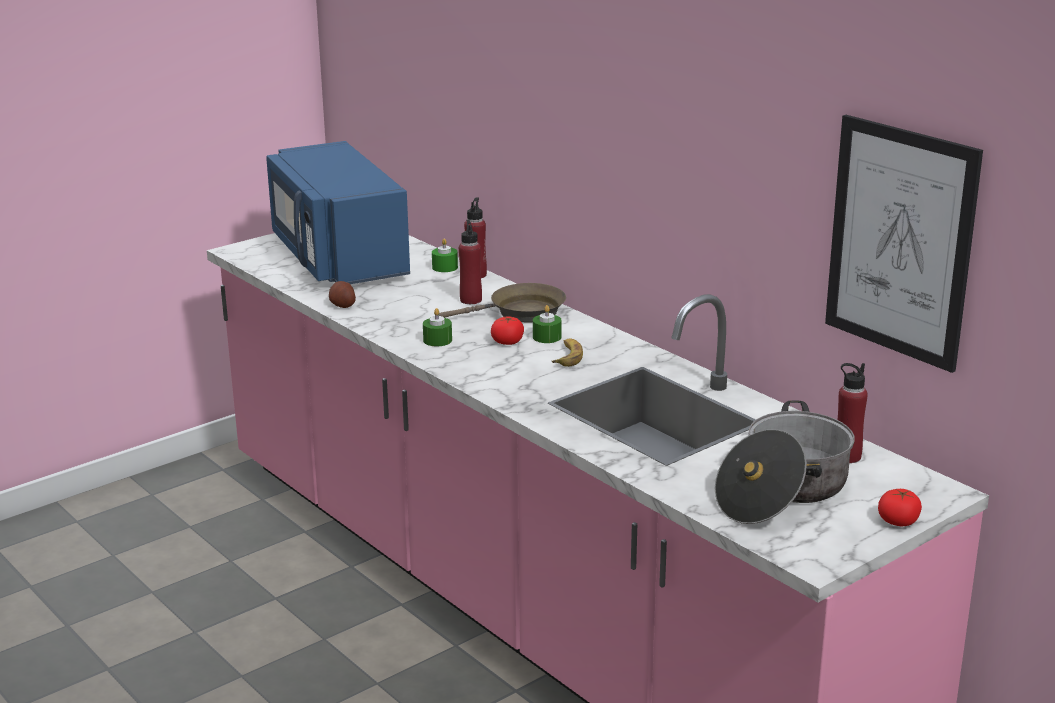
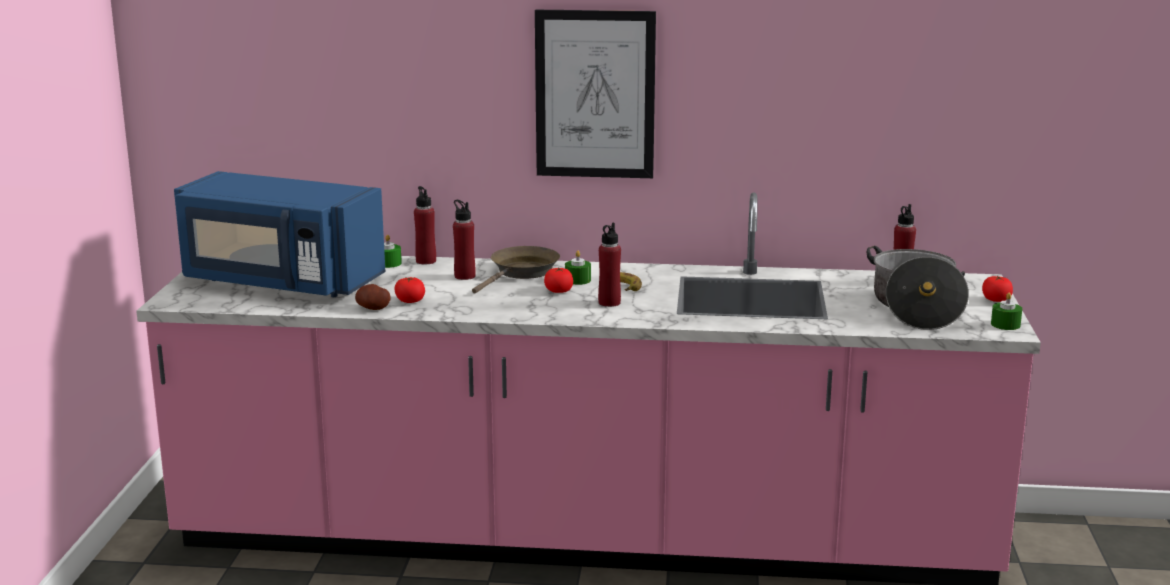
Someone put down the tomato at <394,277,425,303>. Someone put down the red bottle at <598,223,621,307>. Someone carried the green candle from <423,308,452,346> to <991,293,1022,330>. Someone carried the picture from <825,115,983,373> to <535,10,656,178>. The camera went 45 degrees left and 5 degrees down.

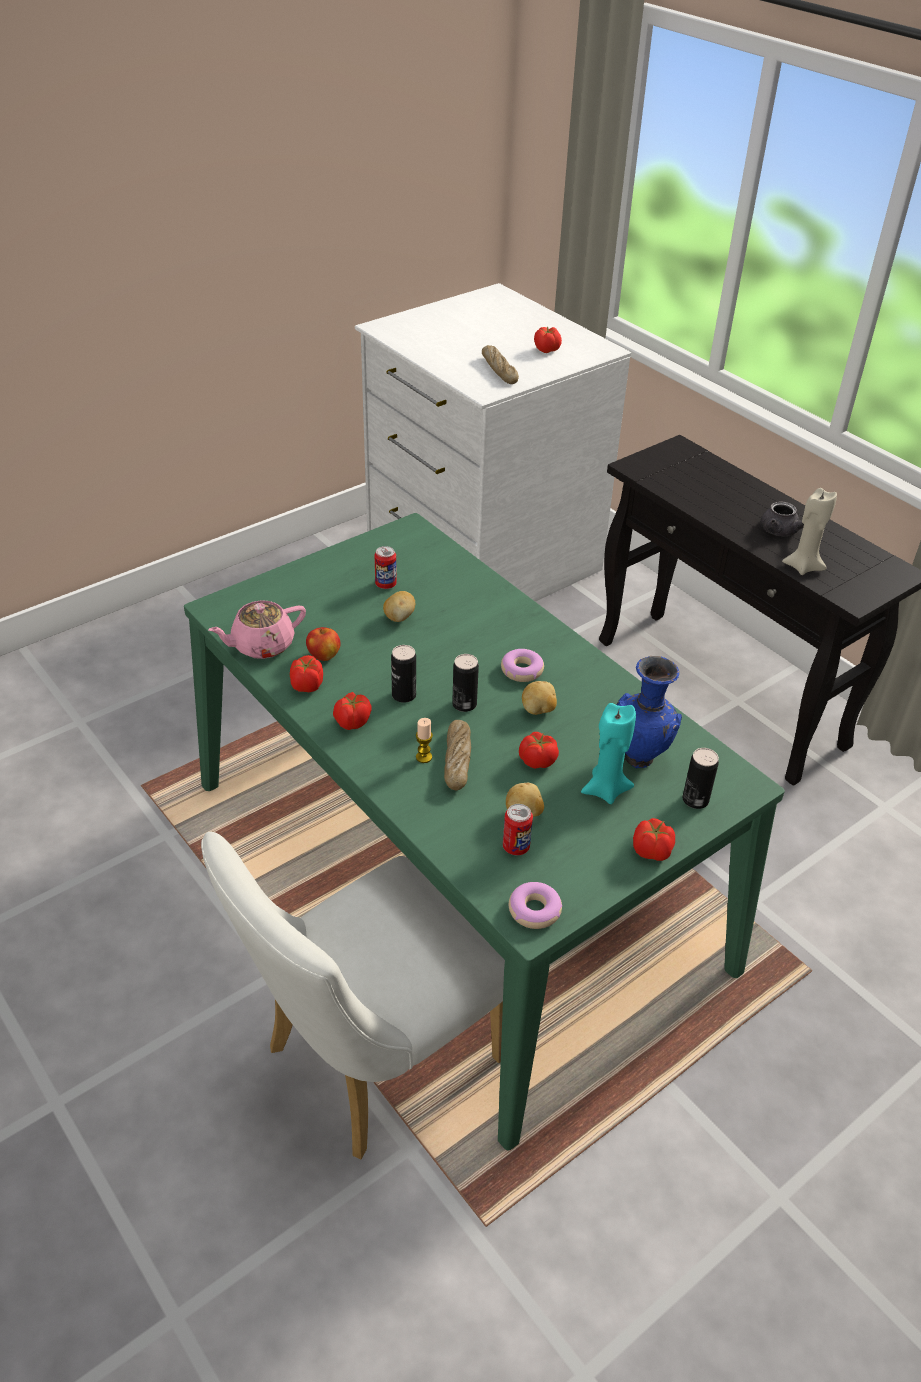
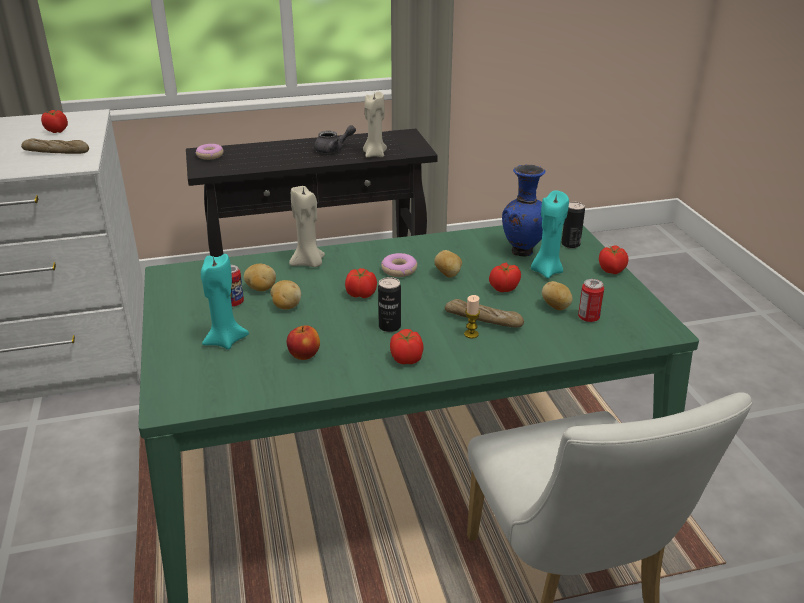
Someone took away the pink teapot at <208,600,306,659>. Someone took away the can at <452,654,479,712>. Someone put down the turquoise candle at <201,254,249,350>. Someone put down the potato at <244,264,276,291>. Someone put down the beige candle at <289,186,325,267>. Someone carried the tomato from <290,655,323,692> to <345,268,377,298>. Someone carried the donut from <509,882,562,929> to <196,144,224,160>. The camera went 65 degrees left and 10 degrees down.

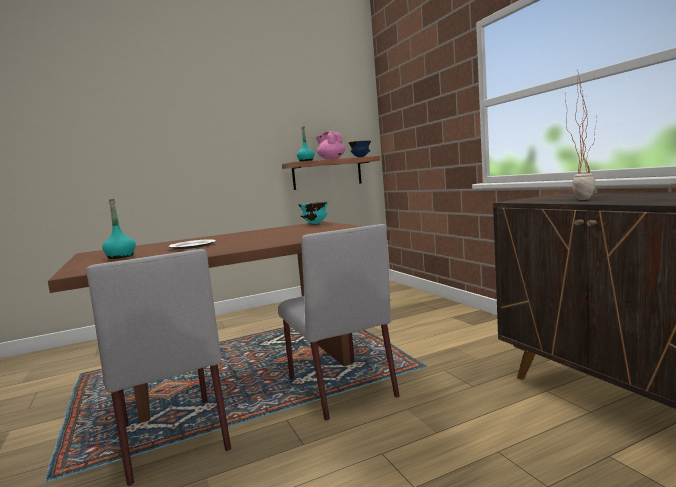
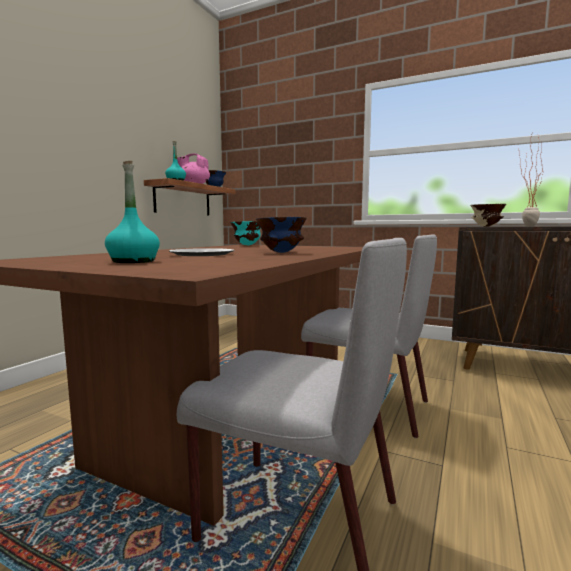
Someone put down the blue bowl at <256,217,307,253>. Someone put down the beige bowl at <470,204,506,227>. The camera went 40 degrees left and 0 degrees up.

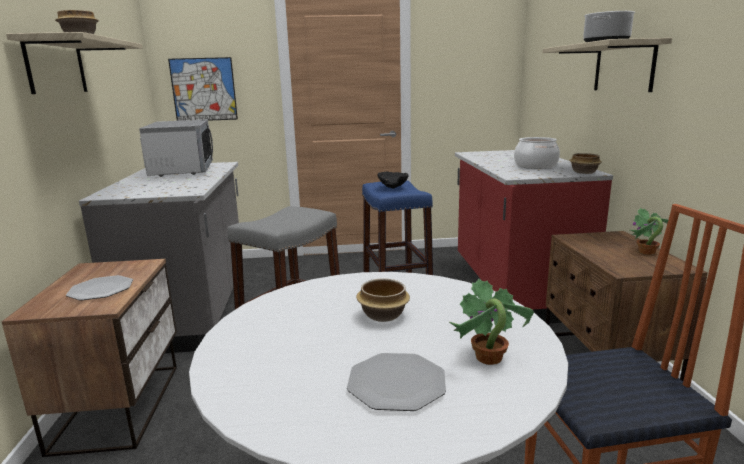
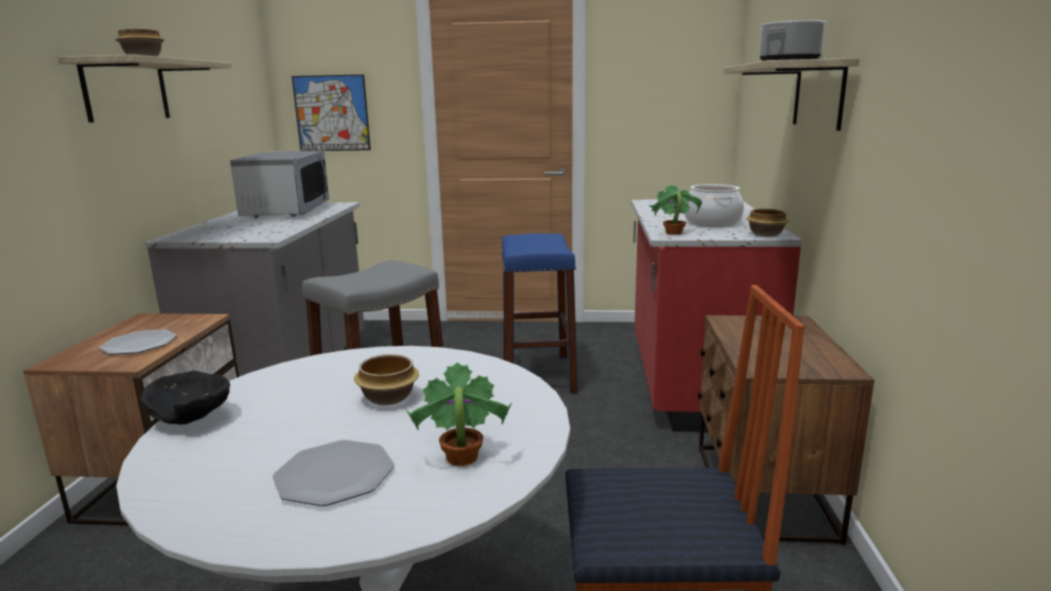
Someone carried the black bowl from <378,171,409,189> to <140,371,230,425>. Someone carried the potted plant from <630,208,669,255> to <649,184,702,235>. The camera went 10 degrees right and 0 degrees up.

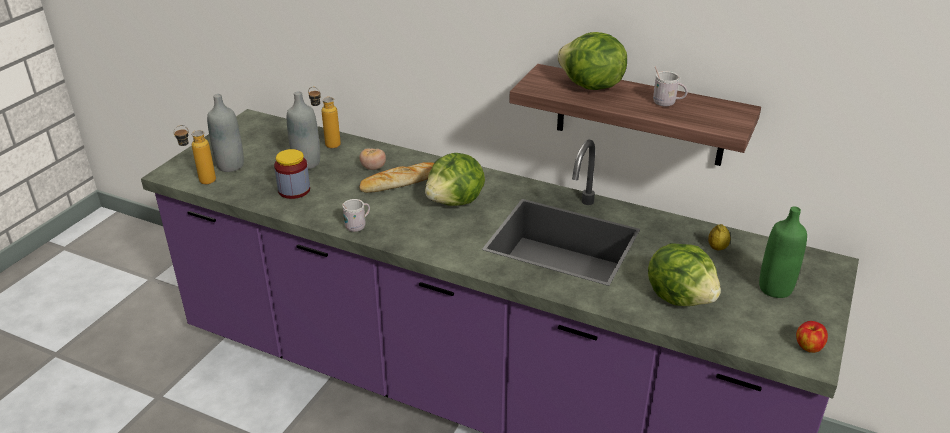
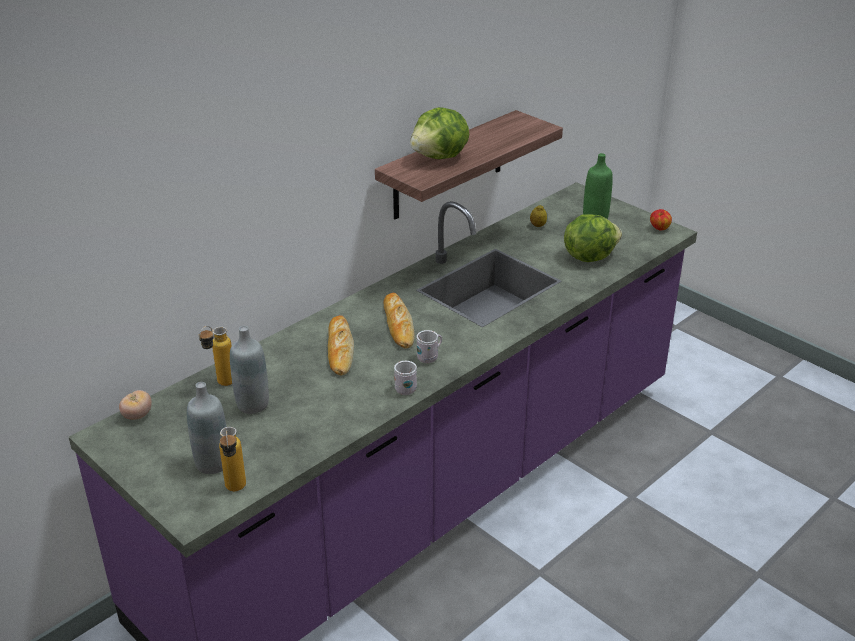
Someone took away the jar at <274,149,310,199>. Someone carried the tomato from <359,148,386,170> to <119,390,152,420>. Someone carried the white mug from <653,66,688,106> to <417,330,442,363>. Someone swapped the lettuce at <425,153,485,206> for the bread at <384,293,415,348>. The camera went 70 degrees left and 0 degrees up.

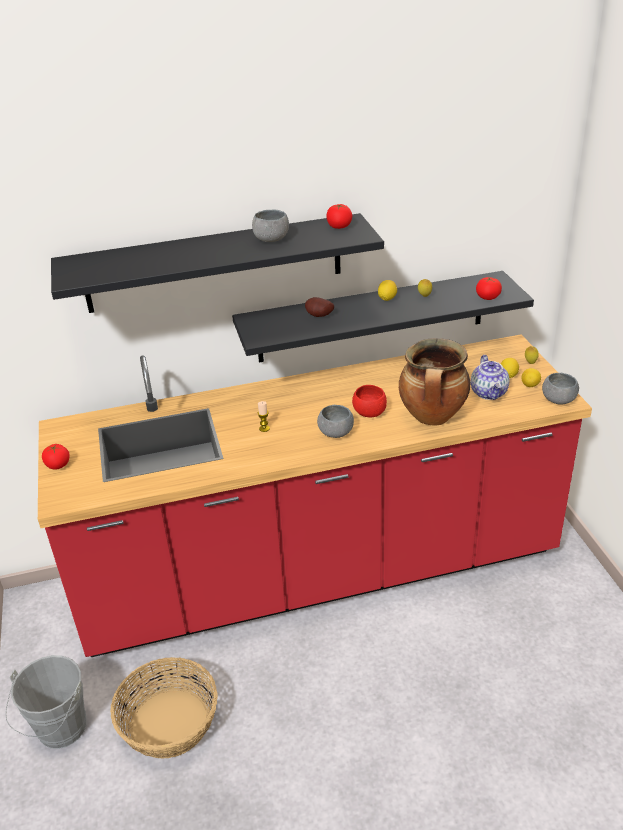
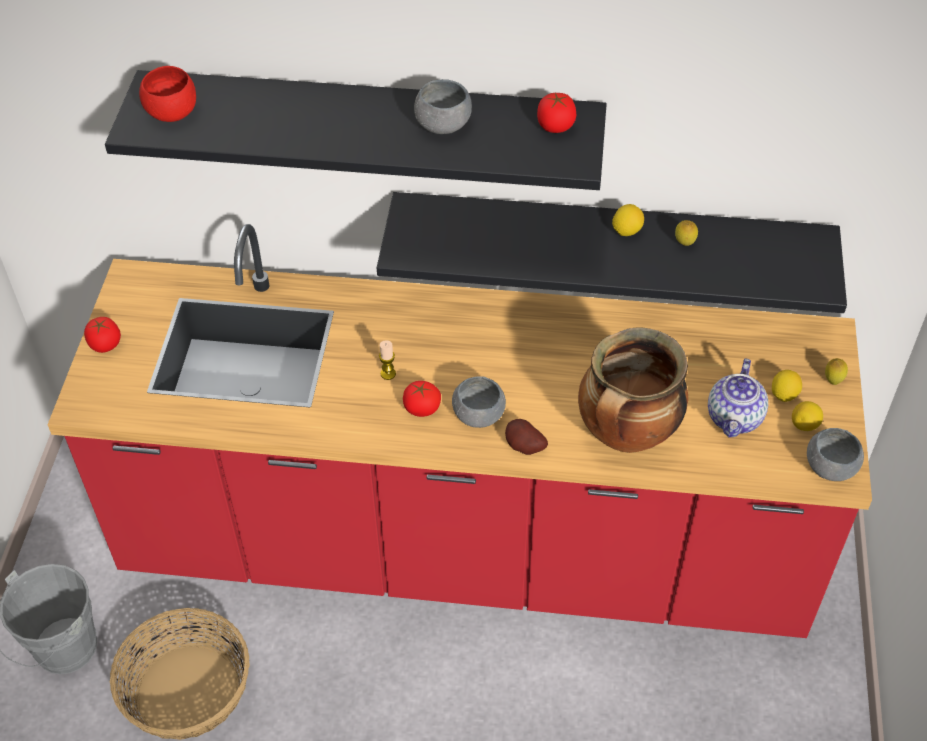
Someone carried the potato from <305,297,334,317> to <505,419,548,455>. Someone carried the red bowl from <352,385,387,417> to <139,66,196,122>. Someone carried the tomato from <476,277,502,300> to <403,381,441,417>. The camera went 20 degrees right and 15 degrees up.

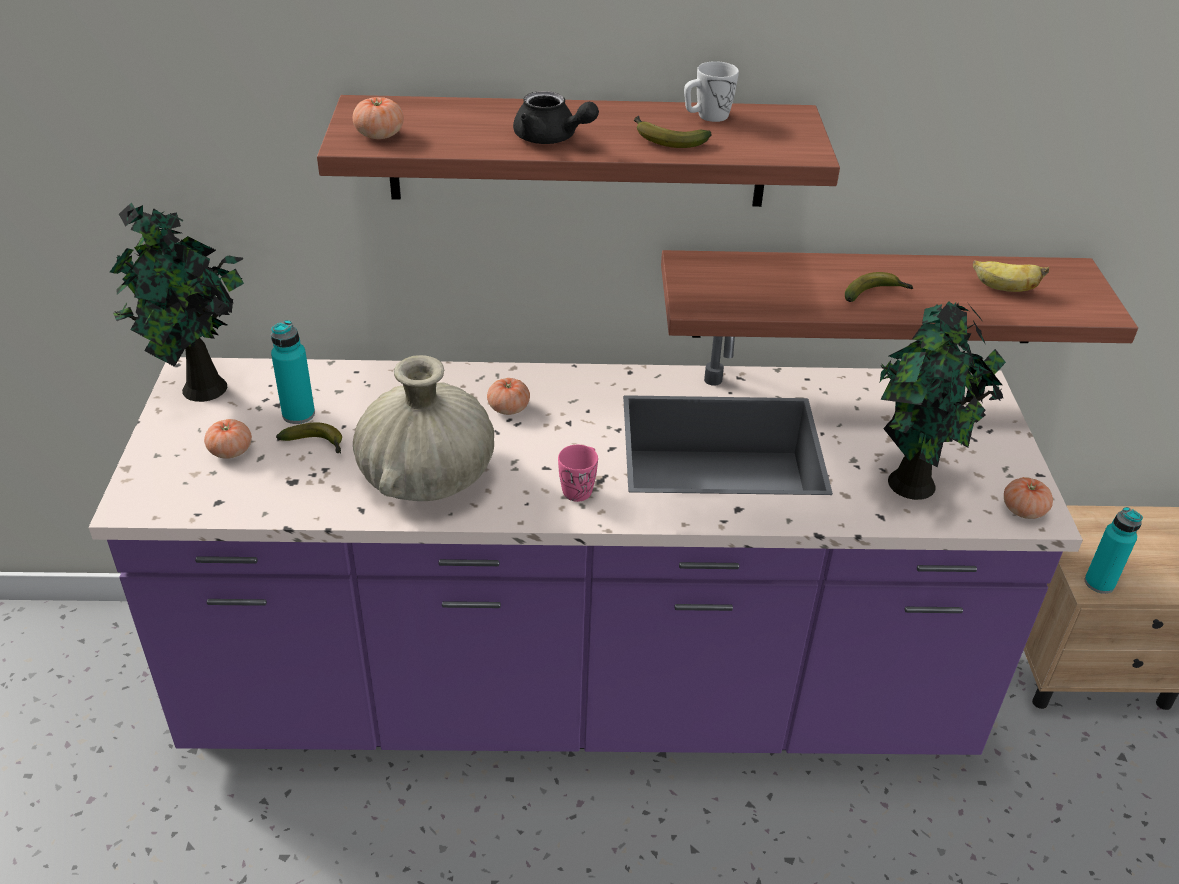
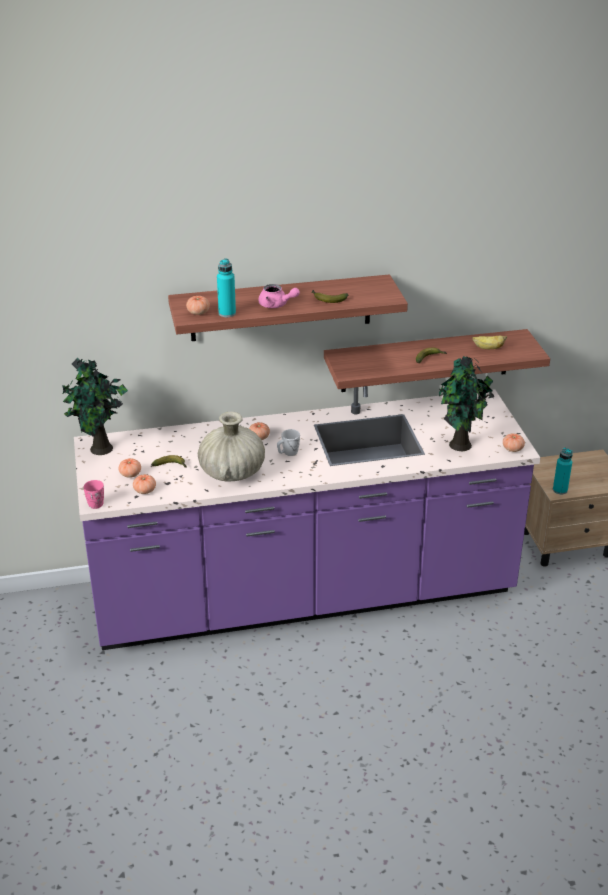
Someone put down the tomato at <133,474,156,494>. Someone carried the turquoise bottle from <271,320,315,424> to <217,258,236,317>. Someone carried the pink mug from <558,445,598,502> to <84,480,104,509>. Someone carried the white mug from <684,61,739,122> to <277,429,300,456>. Someone repainted the black teapot at <513,91,599,144>, which became the pink teapot at <258,284,300,308>. The camera went 10 degrees left and 5 degrees down.

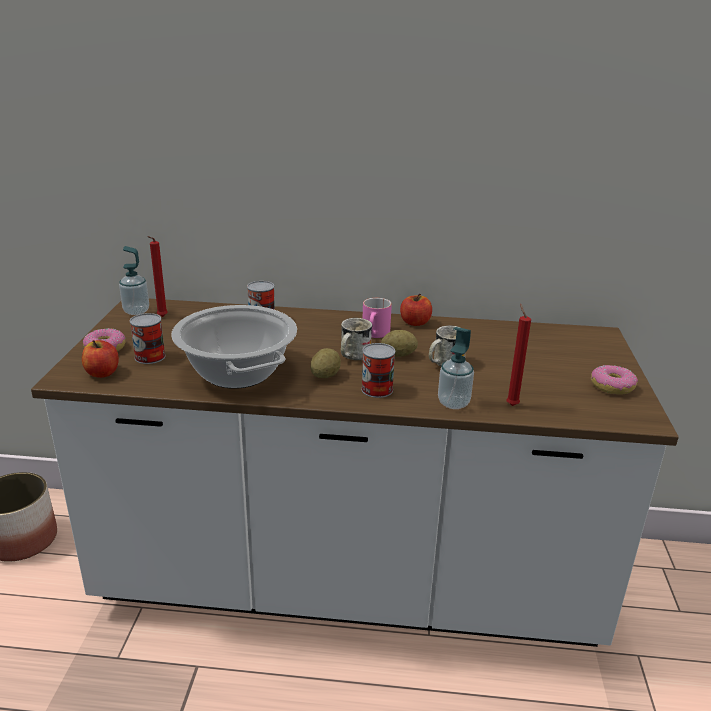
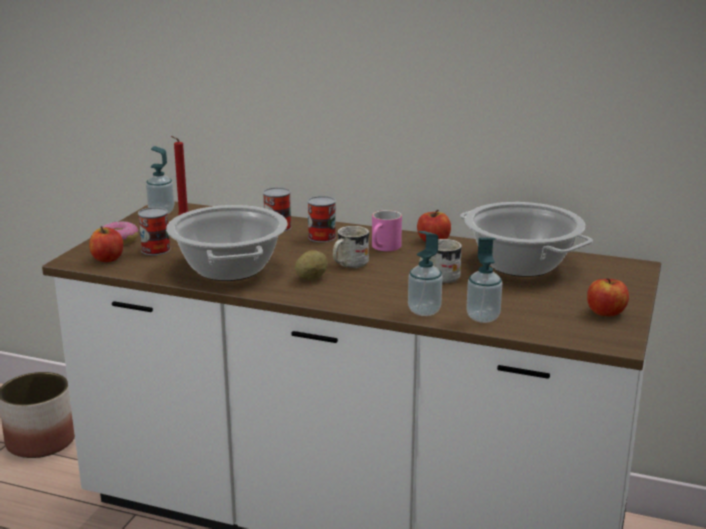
Someone took away the potato at <381,330,418,357>. Someone put down the cooking pot at <460,202,593,277>. Someone carried the can from <361,343,395,398> to <307,196,336,242>. Someone swapped the red candle at <507,303,531,406> for the soap dispenser at <466,238,502,323>. Someone swapped the donut at <591,365,638,395> for the apple at <587,278,629,316>. The camera went 15 degrees right and 5 degrees down.

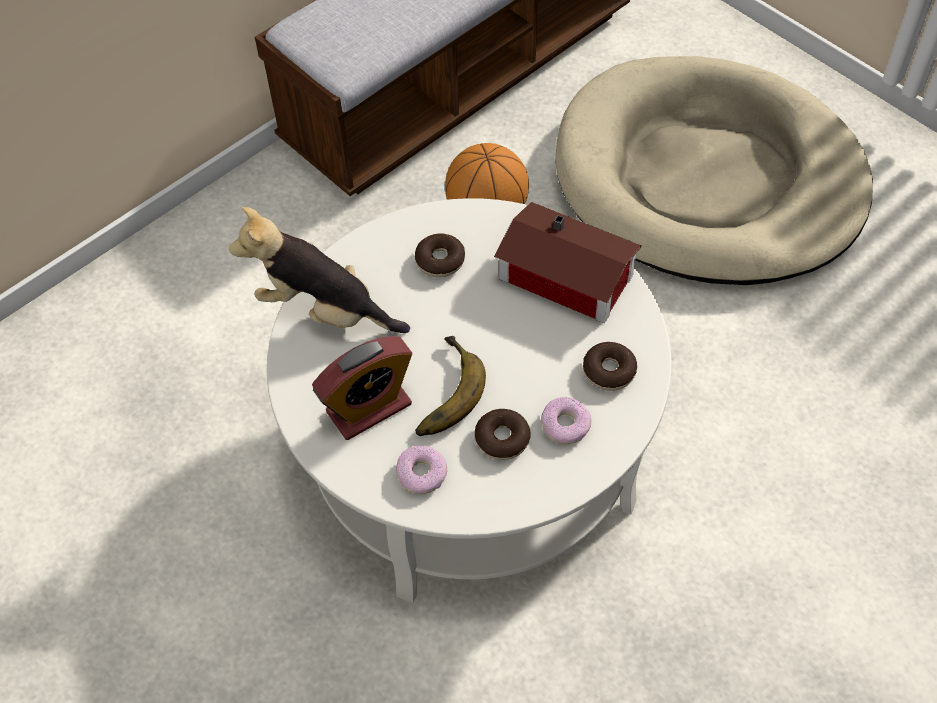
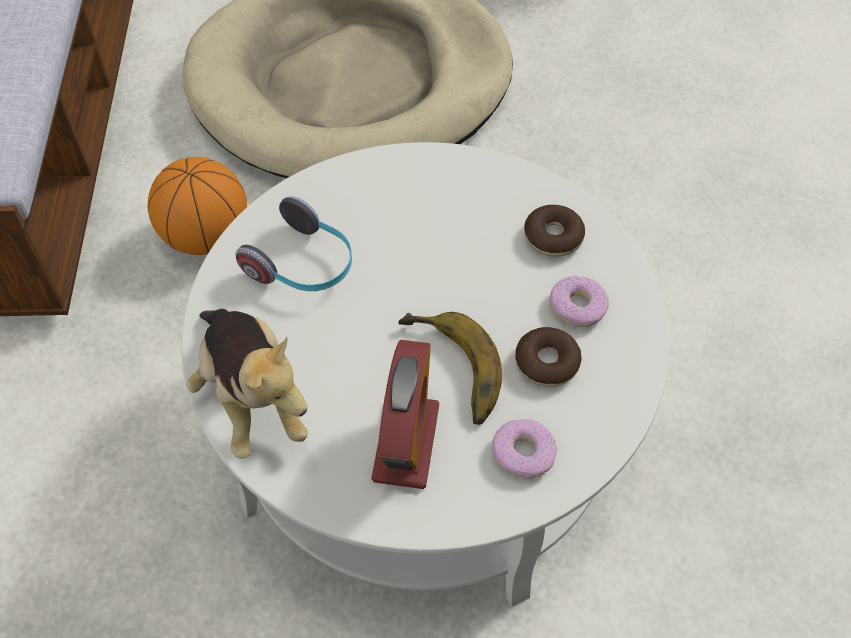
Someone took away the toy house at <494,202,642,323>. Someone swapped the donut at <415,233,465,277> for the headphones at <235,196,352,291>. Someone rotated the plush toy at <229,207,410,333> by 90 degrees counterclockwise. The camera went 50 degrees left and 0 degrees up.

